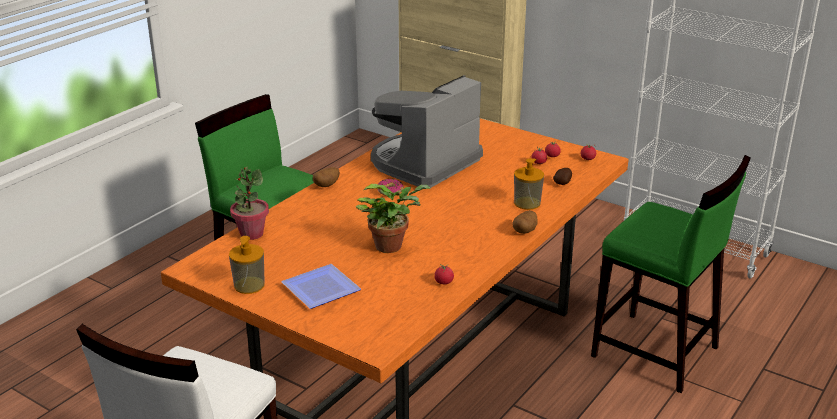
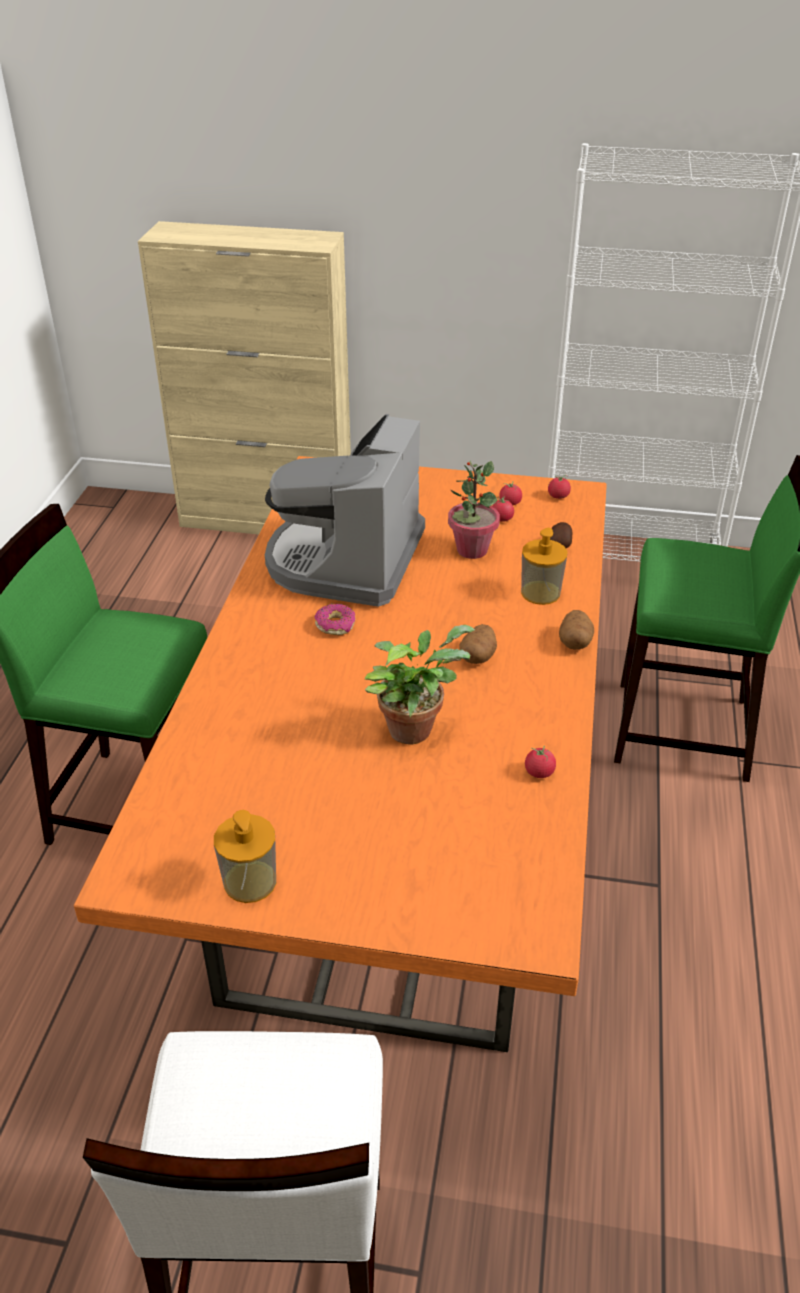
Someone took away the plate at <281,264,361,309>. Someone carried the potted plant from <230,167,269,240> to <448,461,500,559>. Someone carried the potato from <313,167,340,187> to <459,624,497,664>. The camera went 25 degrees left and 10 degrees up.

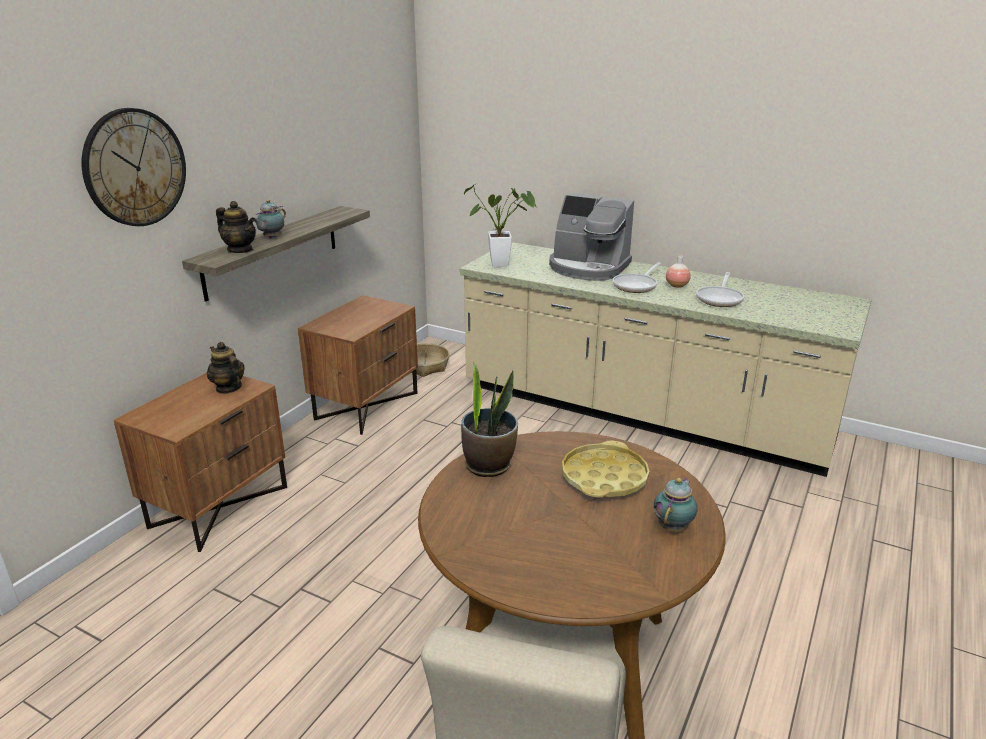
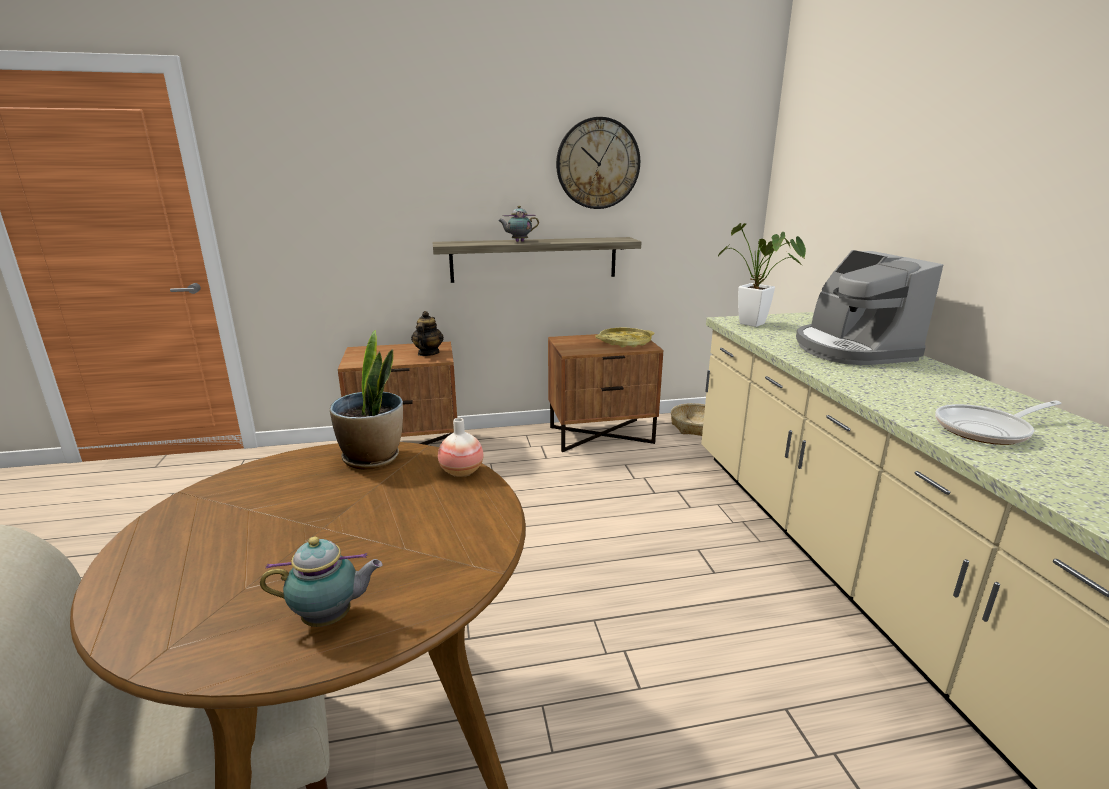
Someone took away the teapot at <216,201,256,253>. Someone took away the frying pan at <613,263,661,293>. Someone carried the wall clock from <82,108,186,226> to <556,117,640,209>. Someone carried the yellow tray from <562,440,650,498> to <596,328,654,347>. Someone carried the vase from <666,255,691,288> to <438,418,483,477>. The camera went 50 degrees right and 5 degrees down.

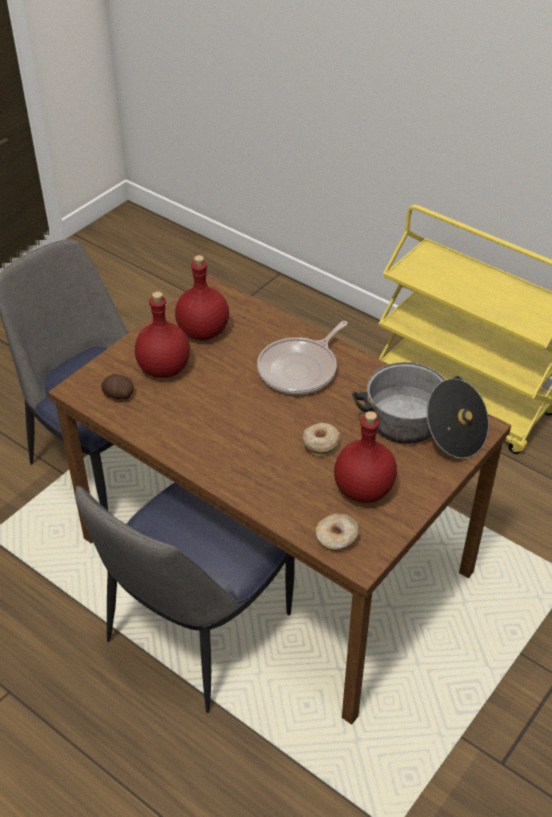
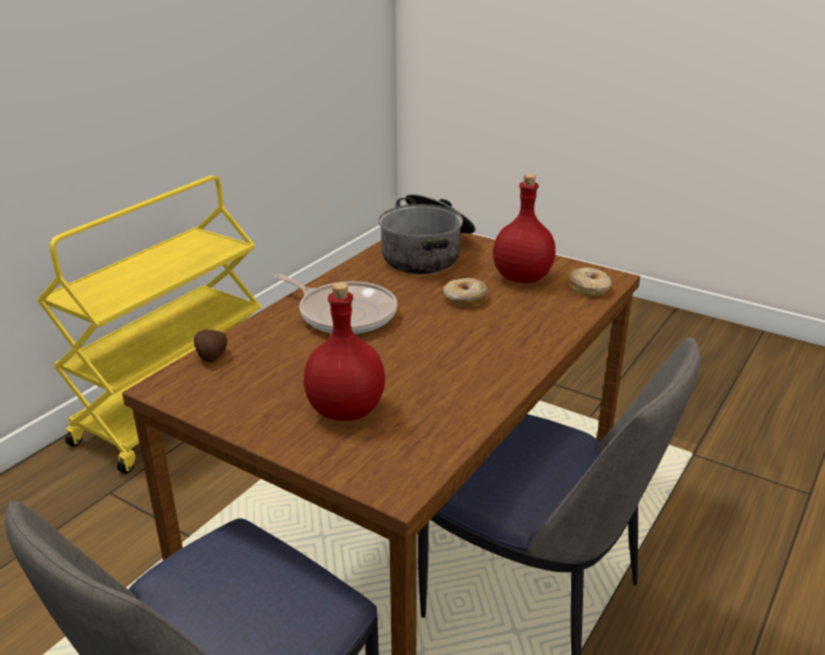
Someone took away the red bottle at <175,255,229,341>. Someone carried the potato from <101,374,134,399> to <194,330,227,362>. The camera went 95 degrees left and 15 degrees down.

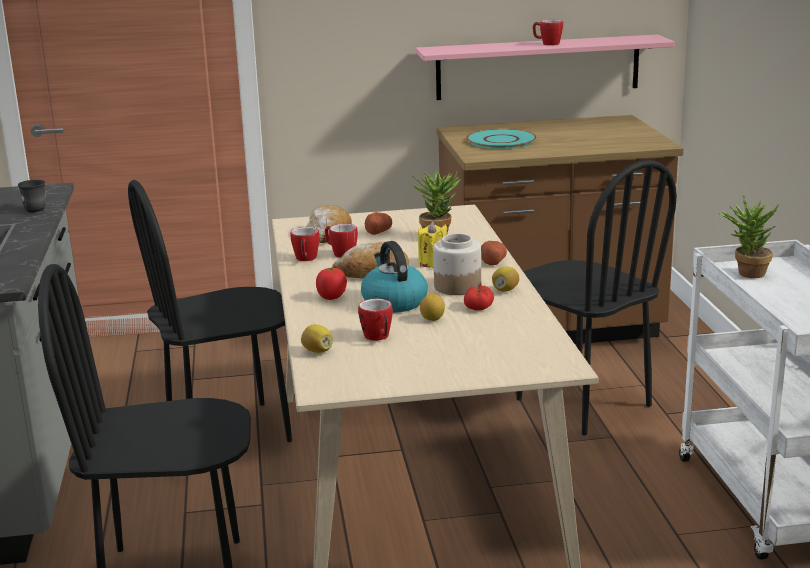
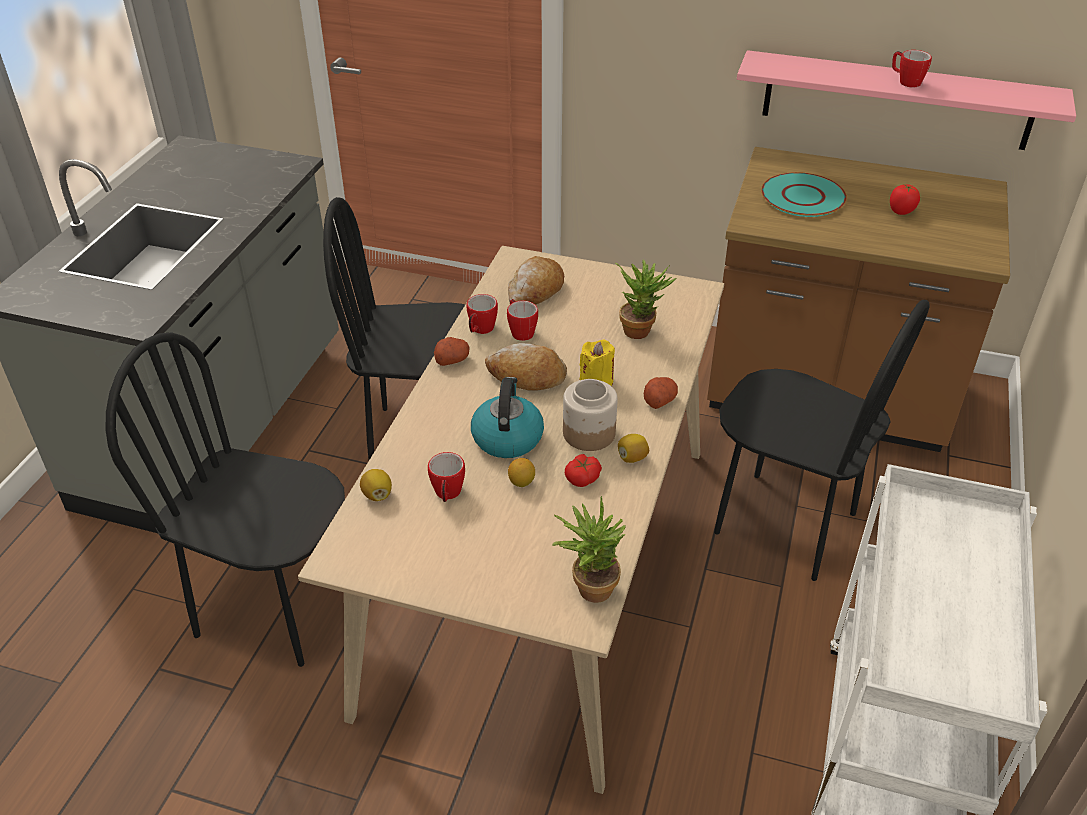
Someone took away the grey mug at <18,180,46,213>. Someone carried the tomato from <316,268,347,300> to <890,184,920,215>. Someone carried the potato from <365,212,392,235> to <434,337,470,366>. Someone carried the potted plant from <720,195,780,278> to <552,496,626,603>. Someone rotated the black chair at <516,160,677,435> by 45 degrees counterclockwise. The camera went 25 degrees right and 20 degrees up.

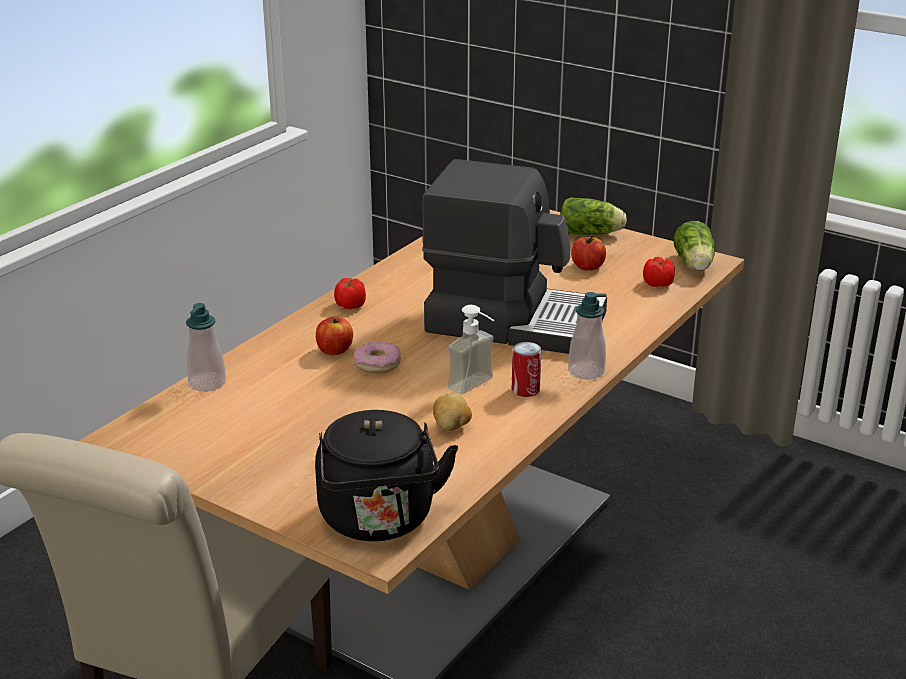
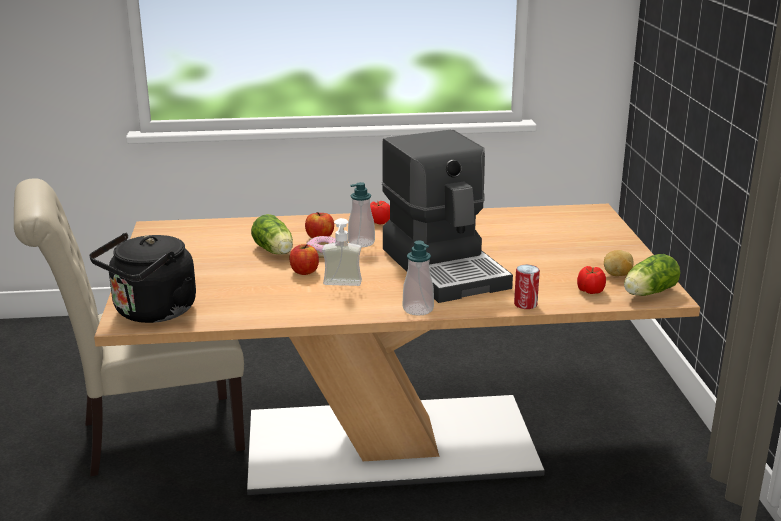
Someone carried the soap dispenser from <186,303,226,392> to <348,182,375,247>. Someone carried the potato from <433,393,472,431> to <604,250,633,276>. Someone carried the can from <512,342,542,397> to <514,265,540,309>. Someone carried the lettuce from <560,198,627,235> to <251,214,293,254>. Someone carried the apple from <571,235,606,270> to <290,244,319,275>. The camera went 50 degrees right and 5 degrees down.

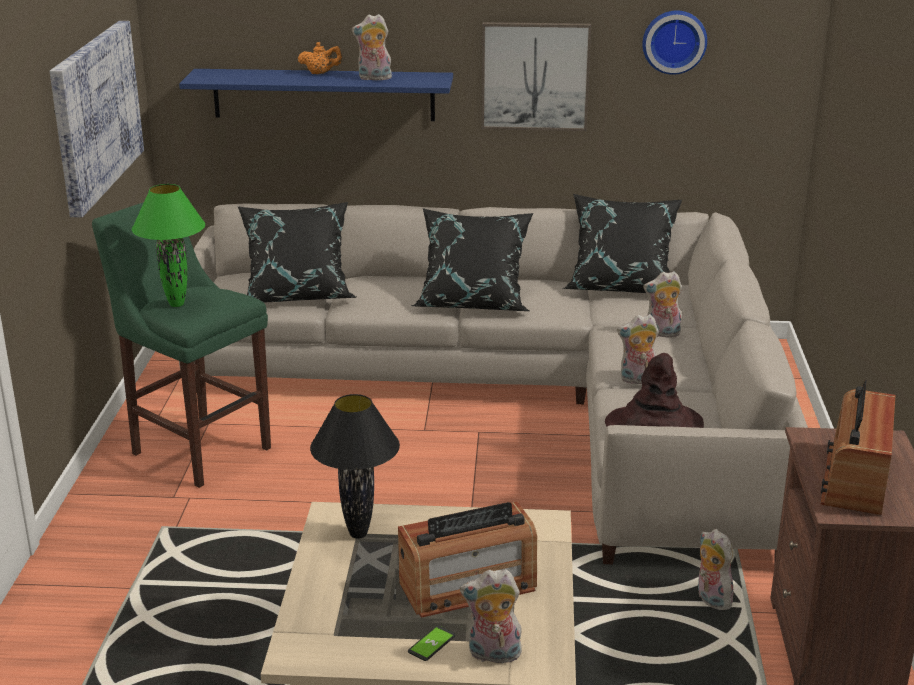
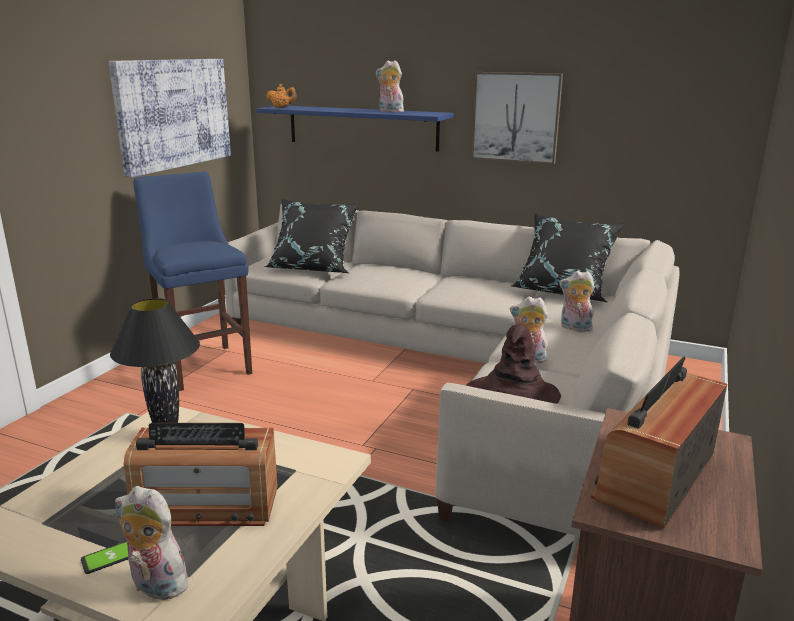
Someone took away the green table lamp at <132,184,205,307>. Someone took away the black pillow at <412,208,533,311>. Someone took away the wall clock at <642,10,707,75>. Someone took away the plush toy at <698,529,736,610>. Someone carried the orange teapot from <298,42,343,74> to <267,84,297,108>. Someone repainted the green stool at <92,202,271,488>, which became the blue stool at <133,172,252,391>. The camera went 20 degrees right and 5 degrees down.

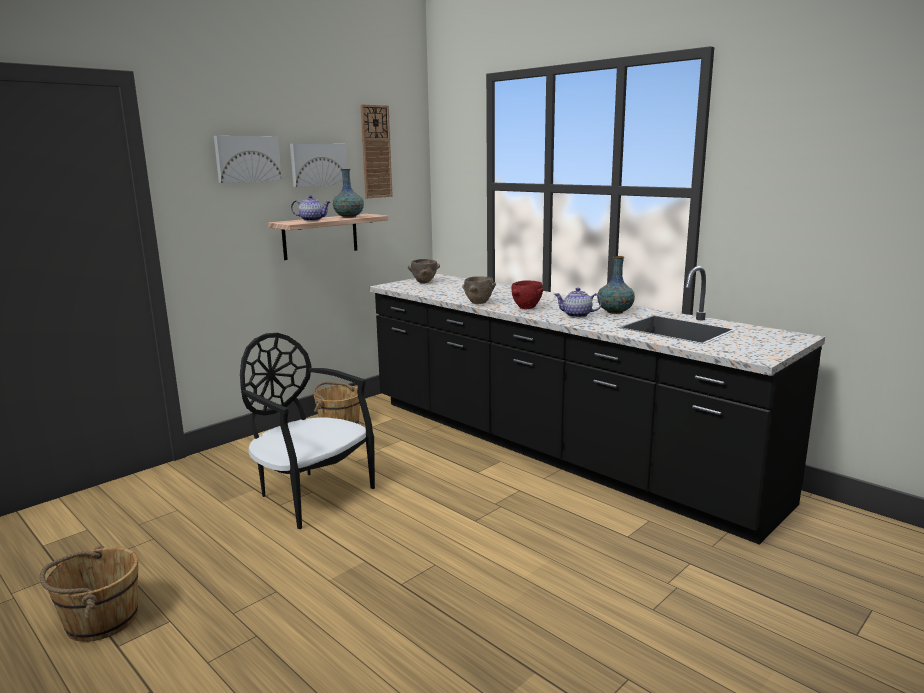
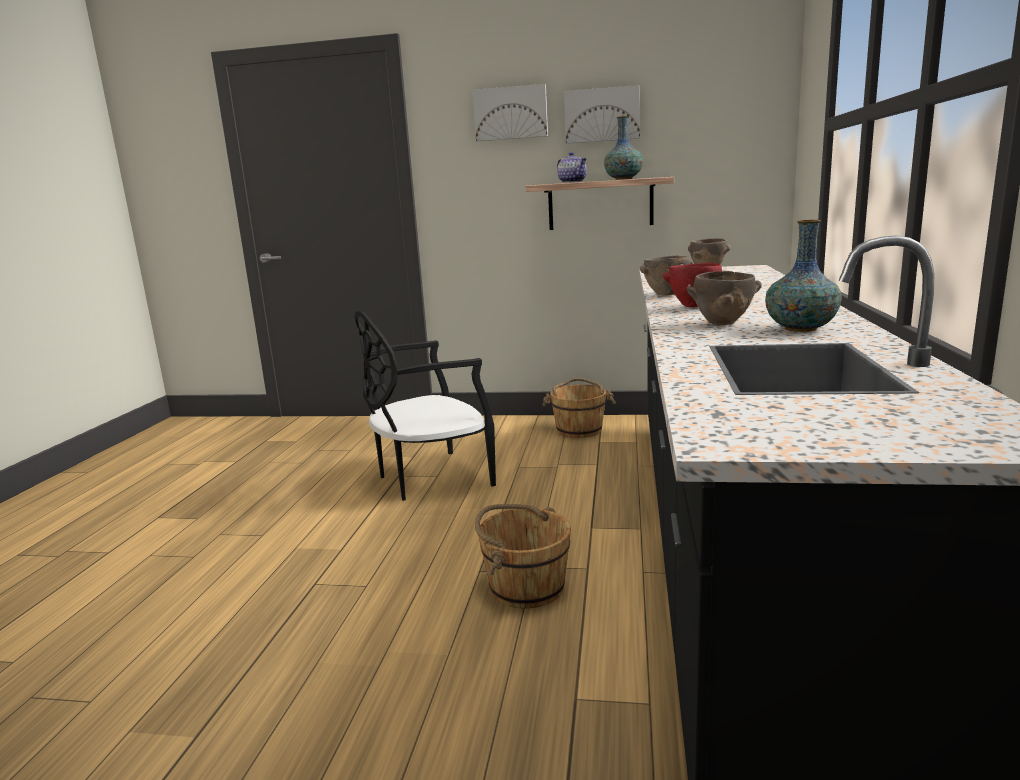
Someone took away the wall clock at <360,104,393,198>. Someone carried the brown bucket from <40,546,138,642> to <475,504,571,609>. Someone swapped the teapot at <554,288,602,318> for the brown bowl at <687,271,762,325>. Someone rotated the black chair at <240,333,375,529> by 120 degrees counterclockwise. The camera went 55 degrees right and 0 degrees up.

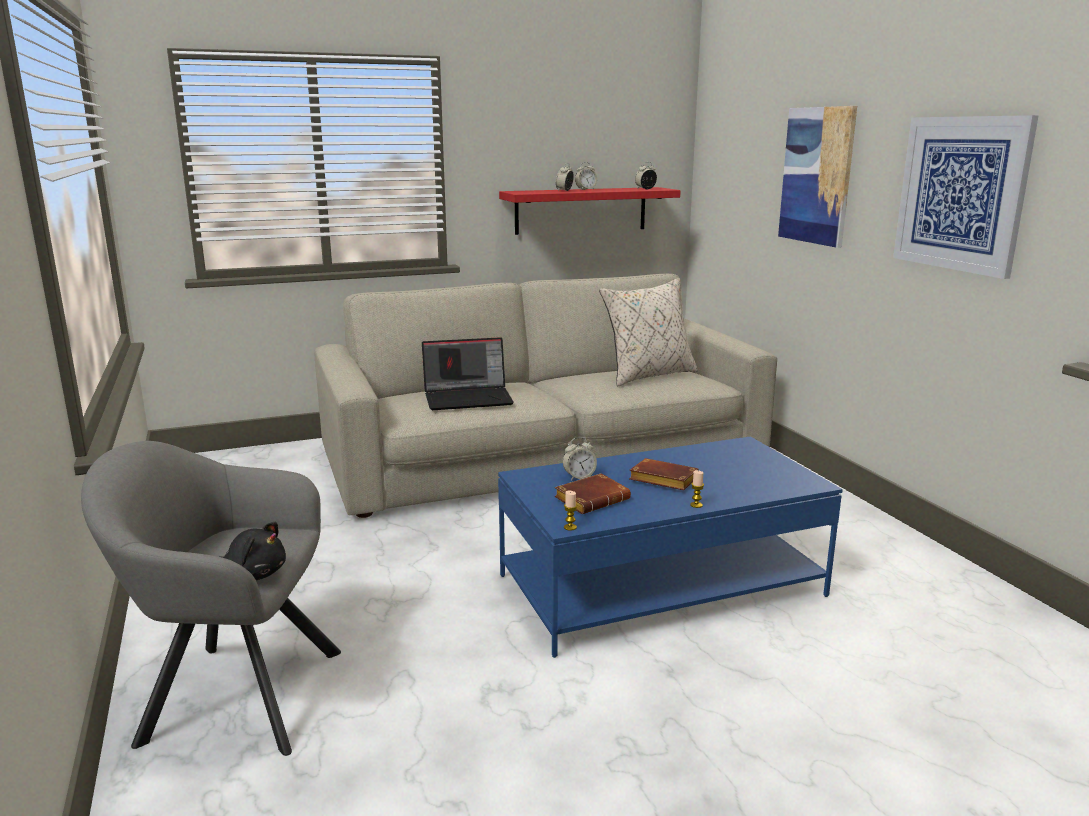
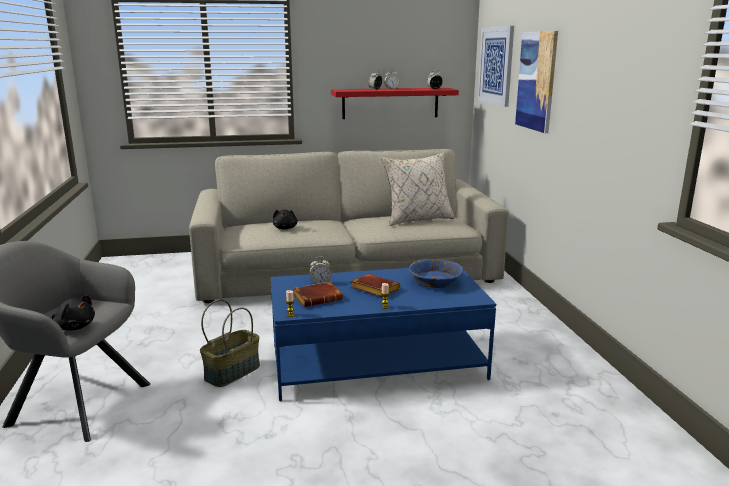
Someone put down the basket at <200,299,260,387>. Someone put down the blue bowl at <409,259,464,288>. Someone carried the picture from <893,115,1039,279> to <477,26,514,107>. Someone swapped the laptop at <422,337,514,410> for the black plush toy at <273,209,298,230>. The camera went 10 degrees right and 0 degrees up.

